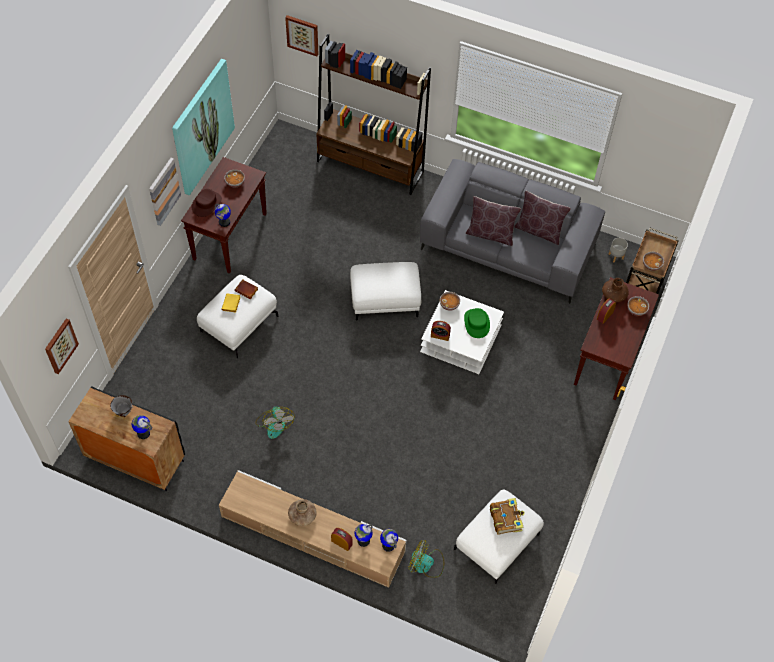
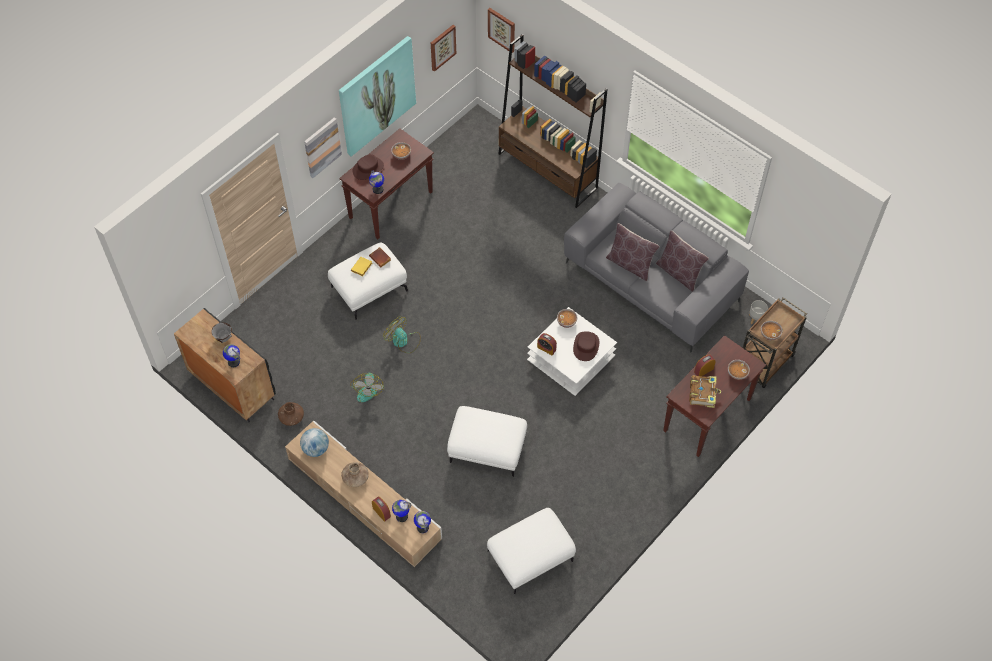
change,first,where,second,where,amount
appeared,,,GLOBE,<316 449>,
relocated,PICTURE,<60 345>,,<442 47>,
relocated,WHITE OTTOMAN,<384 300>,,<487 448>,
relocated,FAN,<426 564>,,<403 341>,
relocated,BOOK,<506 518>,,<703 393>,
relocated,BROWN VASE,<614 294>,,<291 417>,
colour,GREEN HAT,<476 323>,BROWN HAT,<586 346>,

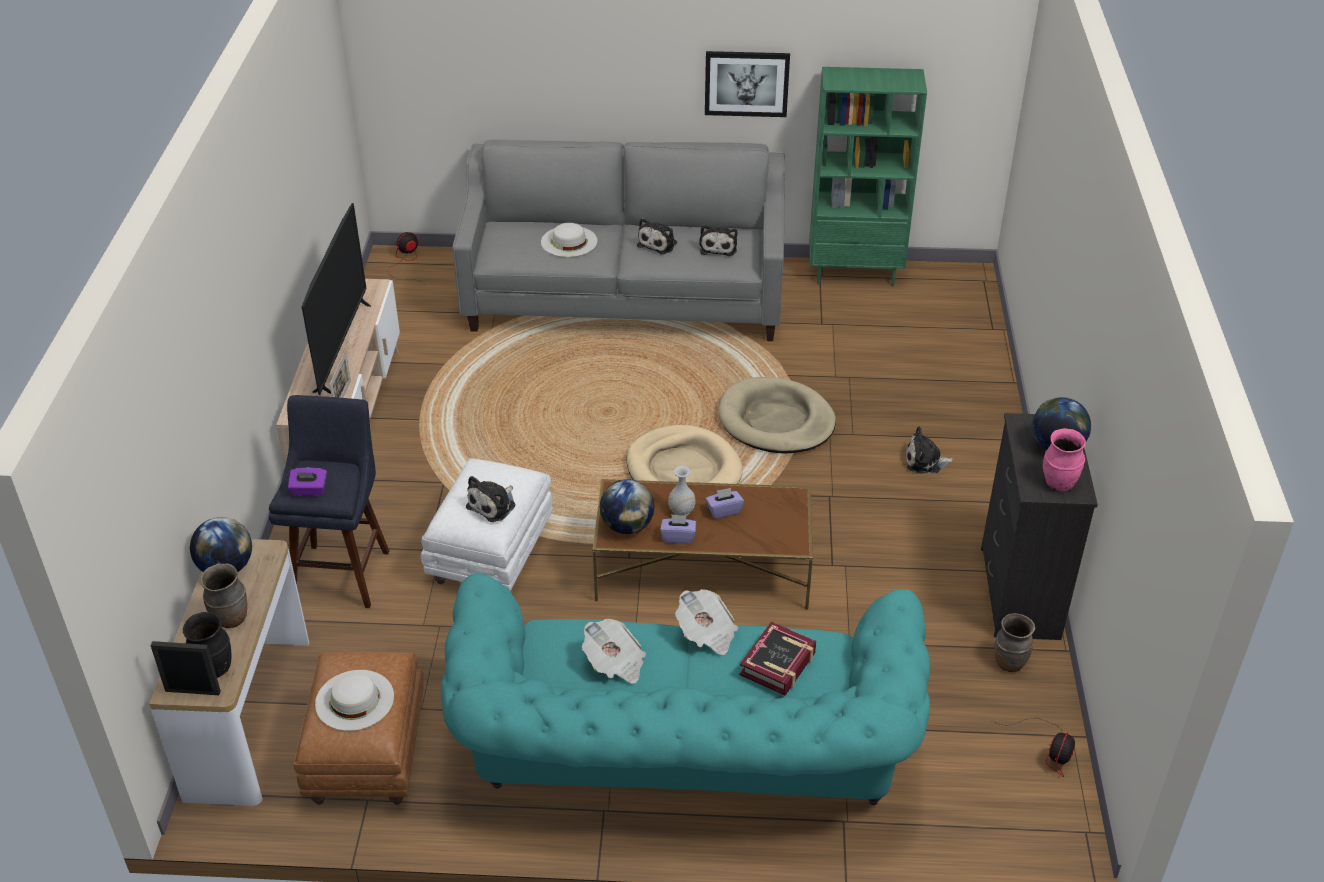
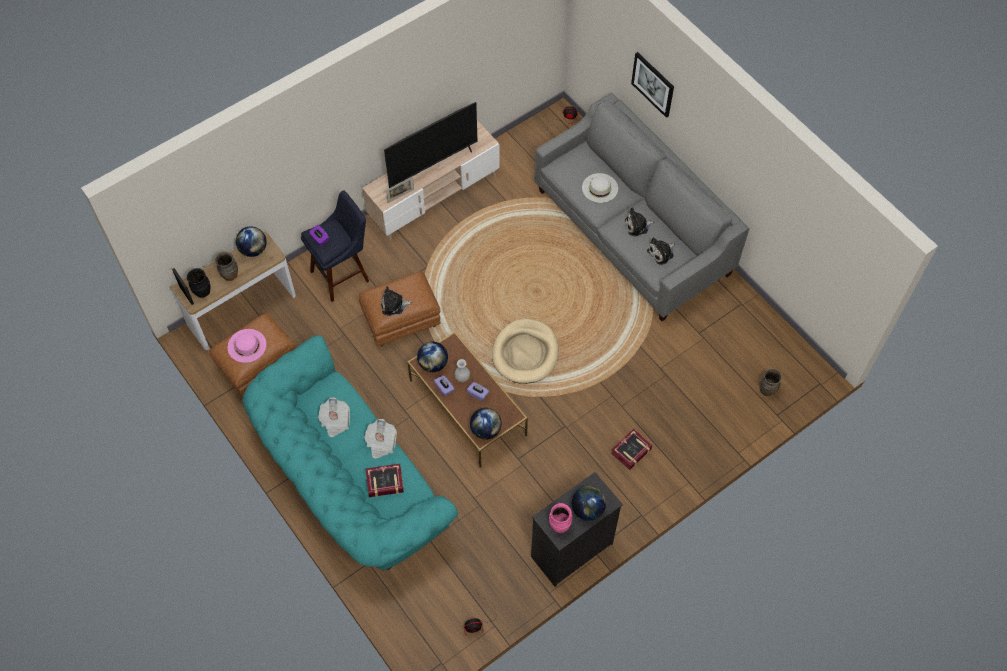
change,first,where,second,where,amount
missing,BEIGE DOG BED,<776 421>,,,
missing,GREEN BOOKCASE,<855 274>,,,
appeared,,,GLOBE,<485 430>,
relocated,PICTURE,<746 83>,,<653 84>,
relocated,BROWN VASE,<1009 662>,,<767 390>,
exchanged,PLUSH TOY,<925 461>,BOOK,<631 451>,
colour,WHITE HAT,<354 700>,PINK HAT,<247 345>,
colour,WHITE OTTOMAN,<491 554>,BROWN OTTOMAN,<401 319>,

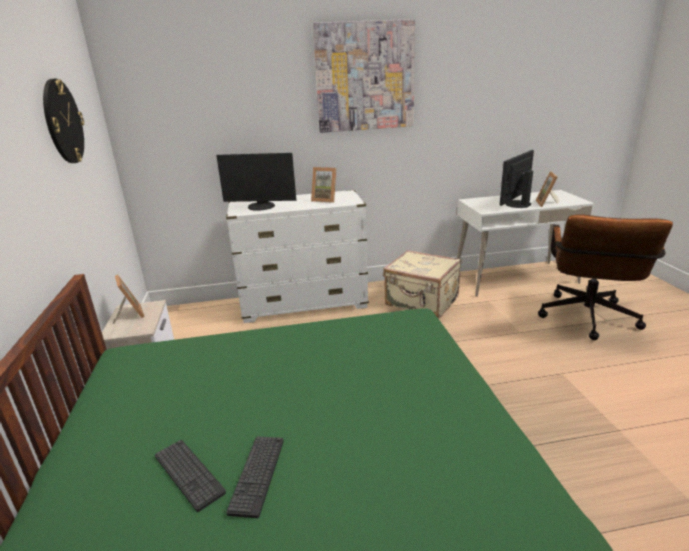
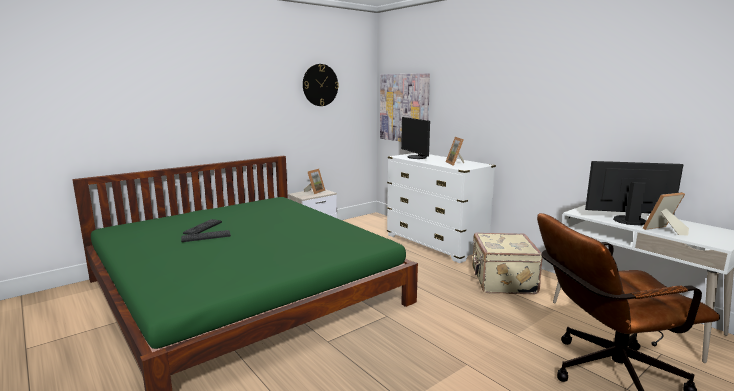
change,first,where,second,where,amount
relocated,PICTURE,<365 77>,,<404 108>,

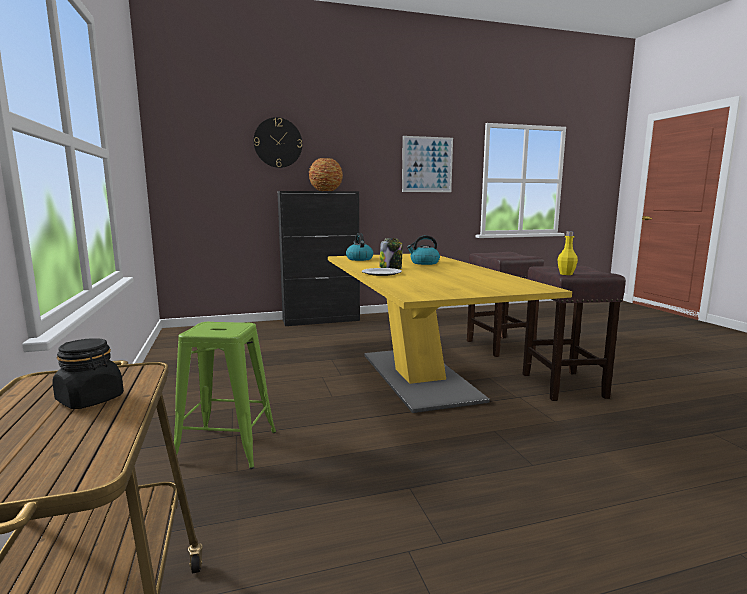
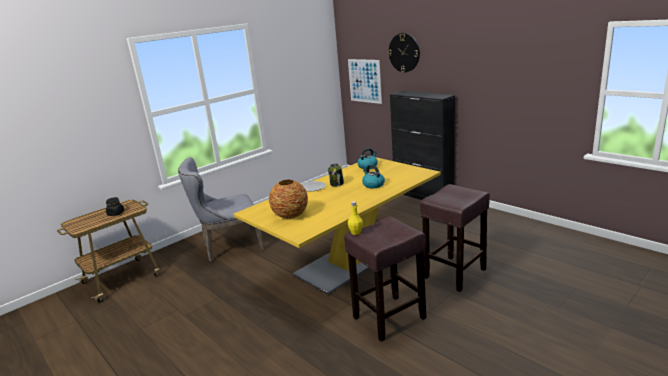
change,first,where,second,where,amount
relocated,VASE,<325 191>,,<290 215>,
relocated,PICTURE,<427 164>,,<365 81>,
exchanged,GREEN STOOL,<227 447>,GREY CHAIR,<229 247>,

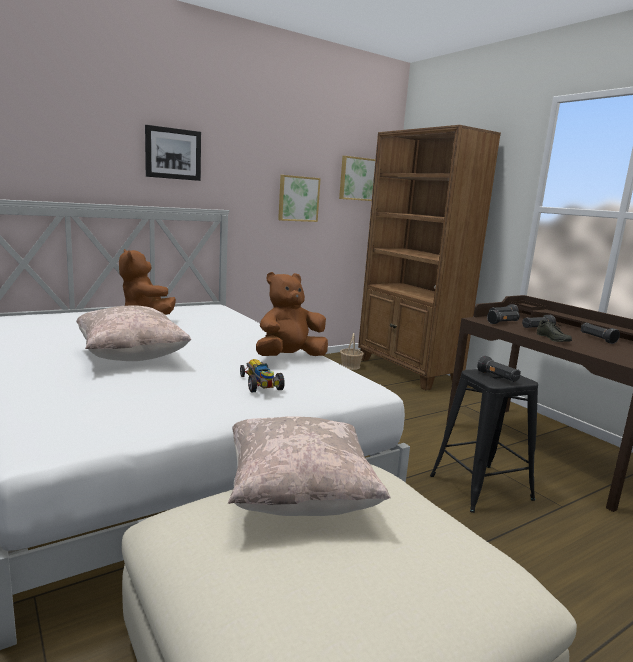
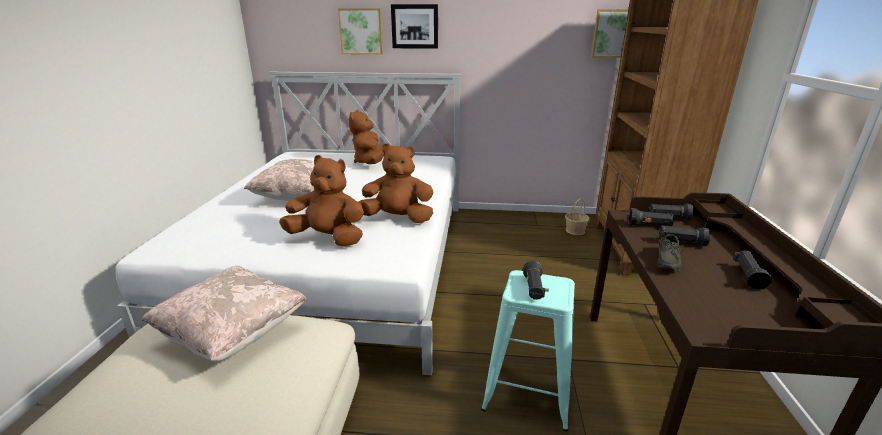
change,first,where,second,where,amount
relocated,PICTURE,<298 198>,,<361 31>,
exchanged,TOY CAR,<261 384>,BROWN PLUSH TOY,<328 238>,
colour,BLACK STOOL,<480 487>,TURQUOISE STOOL,<527 392>,

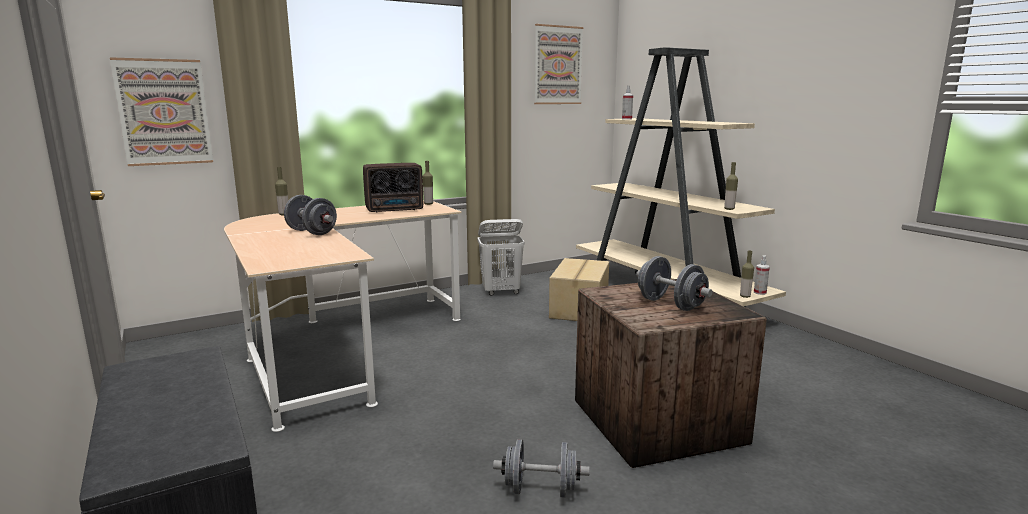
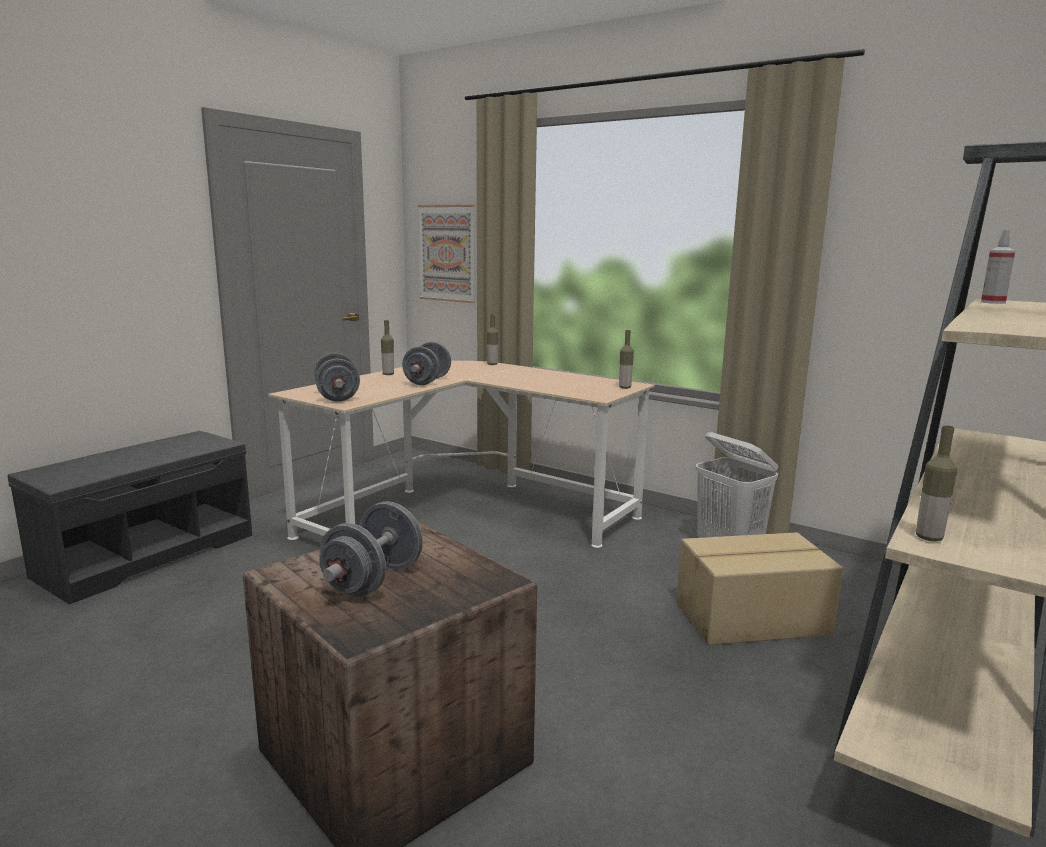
change,first,where,second,where,amount
missing,RADIO,<396 210>,,,
missing,PICTURE,<557 65>,,,
missing,SPRAY BOTTLE,<760 292>,,,
relocated,GREY DUMBBELL,<540 490>,,<337 397>,
relocated,BOTTLE,<745 296>,,<388 374>,

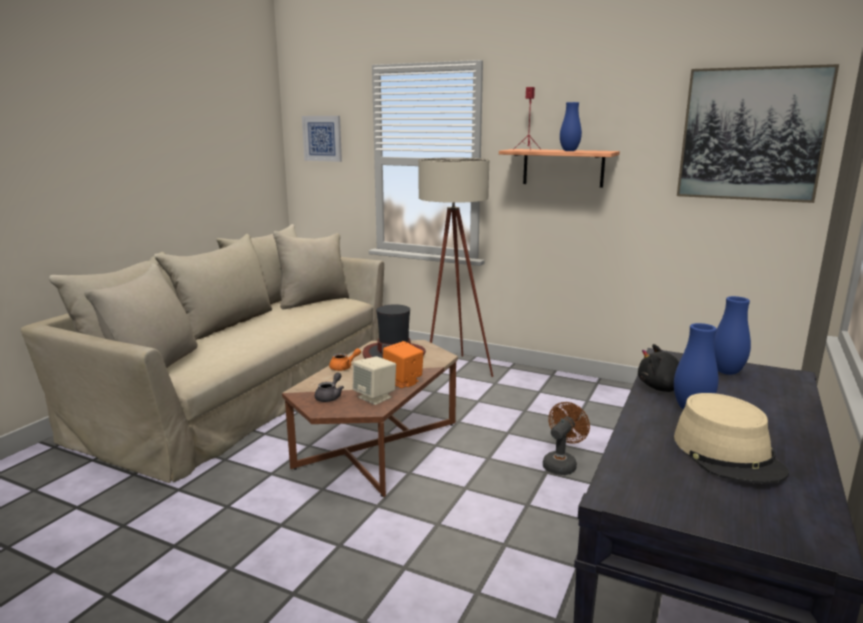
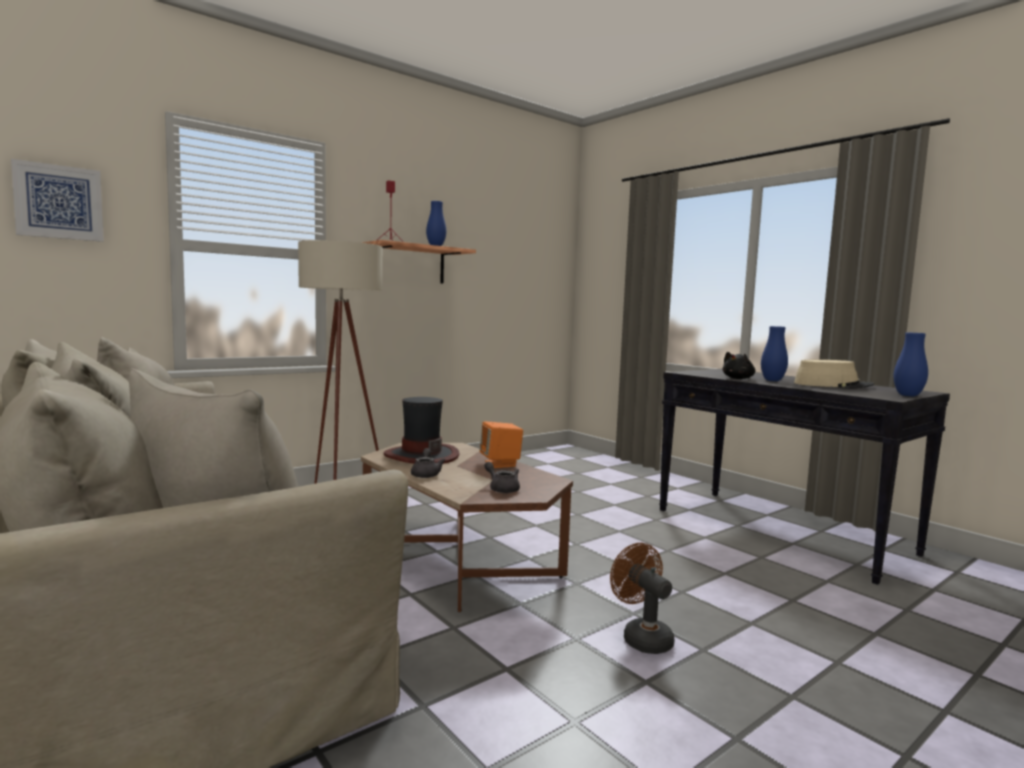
change,first,where,second,where,amount
missing,BEIGE SPEAKER,<375 397>,,,
missing,PICTURE,<751 134>,,,
relocated,BROWN FAN,<561 464>,,<642 637>,
relocated,BLUE VASE,<726 372>,,<908 395>,
colour,ORANGE TEAPOT,<344 367>,GREY TEAPOT,<426 474>,

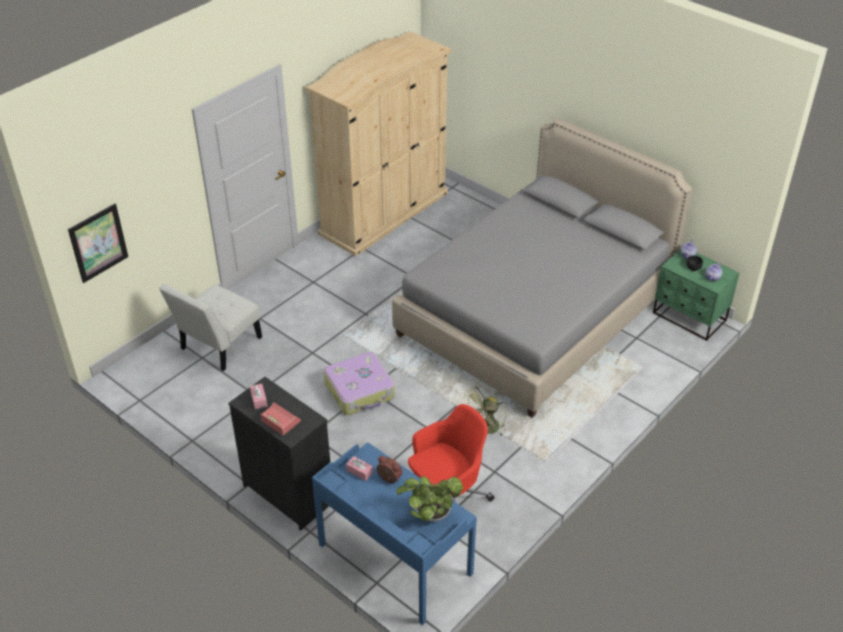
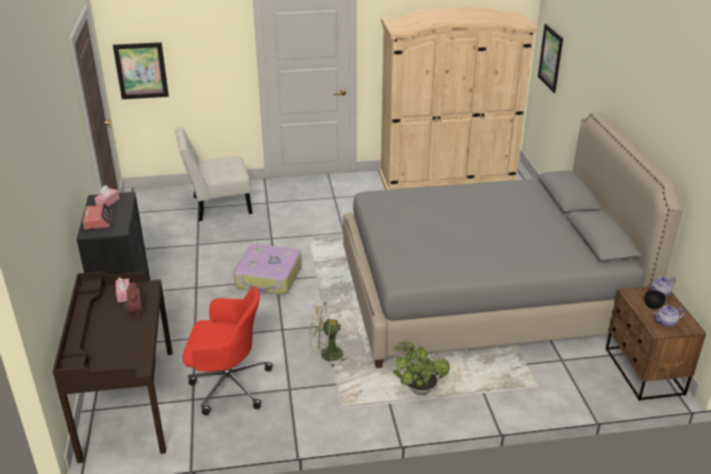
change,first,where,second,where,amount
appeared,,,PICTURE,<550 58>,
relocated,POTTED PLANT,<430 515>,,<418 388>,
colour,BLUE DESK,<394 560>,BROWN DESK,<127 402>,
colour,GREEN NIGHTSTAND,<689 317>,BROWN NIGHTSTAND,<643 372>,

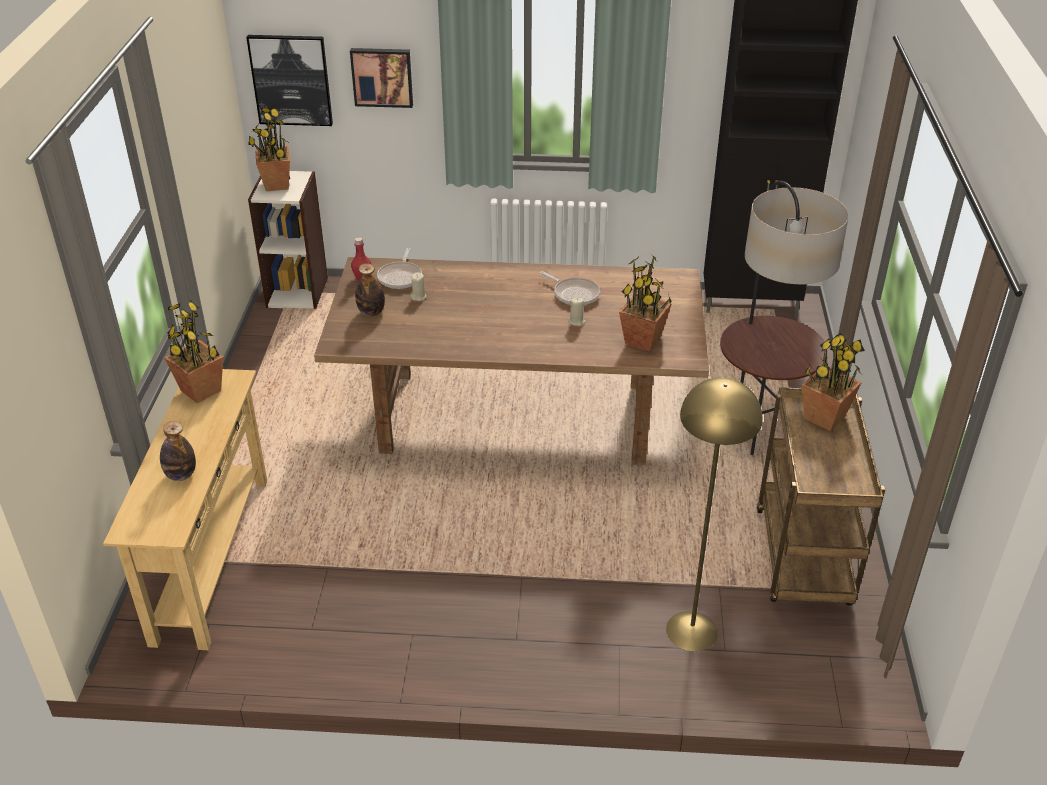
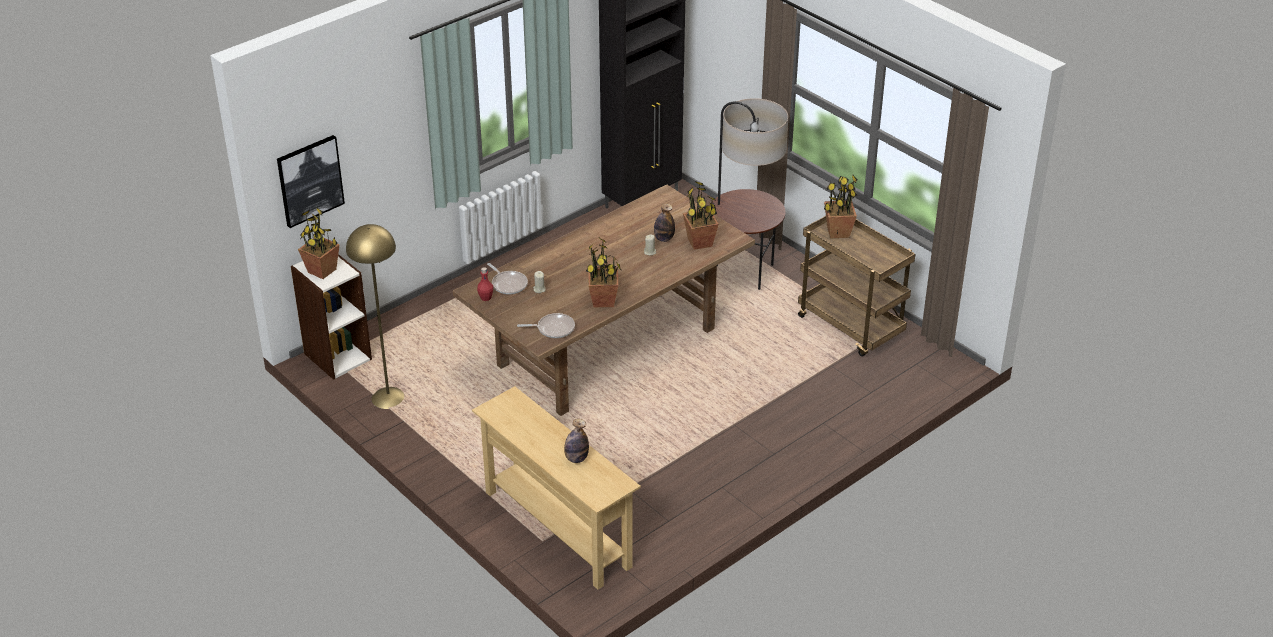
change,first,where,second,where,amount
missing,PICTURE,<382 76>,,,
relocated,POTTED PLANT,<201 391>,,<604 301>,
relocated,BOTTLE,<371 312>,,<664 239>,
relocated,FRYING PAN,<574 294>,,<553 328>,
relocated,YELLOW FLOOR LAMP,<691 631>,,<388 398>,

